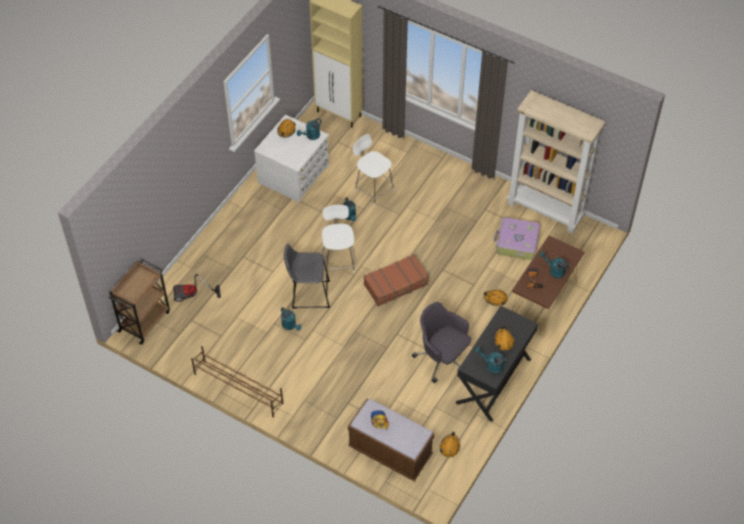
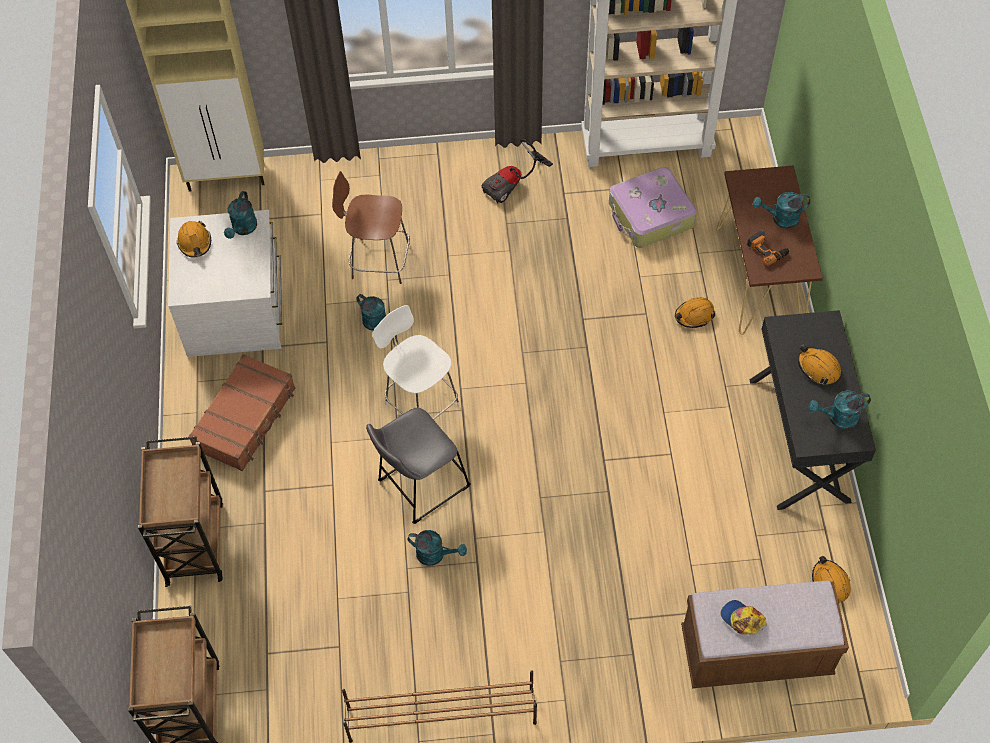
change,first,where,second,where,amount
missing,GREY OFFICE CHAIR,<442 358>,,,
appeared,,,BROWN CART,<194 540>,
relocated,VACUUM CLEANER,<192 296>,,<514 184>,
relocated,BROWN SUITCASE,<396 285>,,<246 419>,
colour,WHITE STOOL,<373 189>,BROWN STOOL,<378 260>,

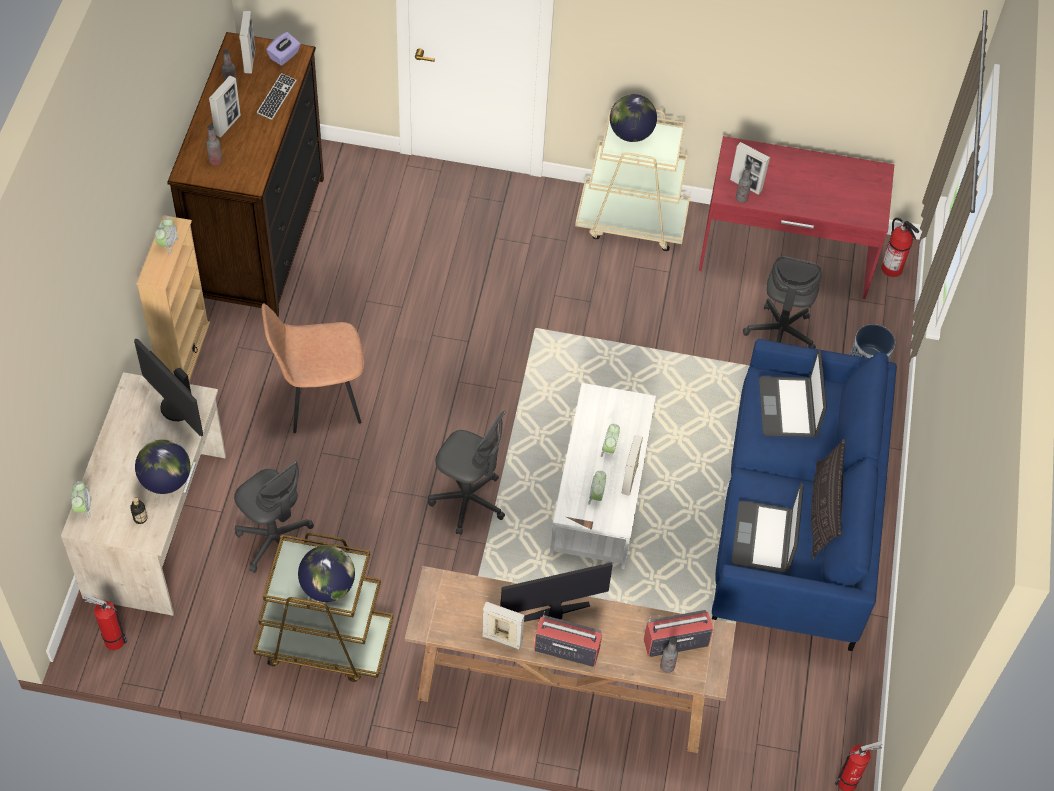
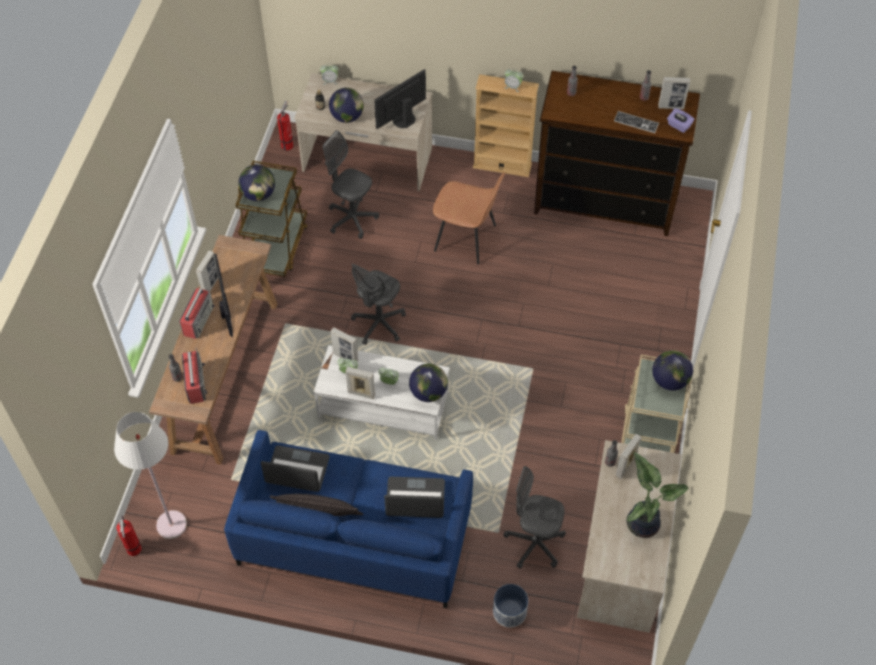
change,first,where,second,where,amount
missing,FIRE EXTINGUISHER,<892 269>,,,
appeared,,,WHITE FLOOR LAMP,<171 525>,
appeared,,,GLOBE,<428 392>,
appeared,,,POTTED PLANT,<643 522>,
relocated,PICTURE FRAME,<227 125>,,<345 357>,
colour,RED DESK,<785 255>,BEIGE DESK,<621 557>,
spun,GREY OFFICE CHAIR,<275 541>,,<352 219>,75 degrees clockwise
spun,BROWN CHAIR,<319 397>,,<467 239>,120 degrees clockwise

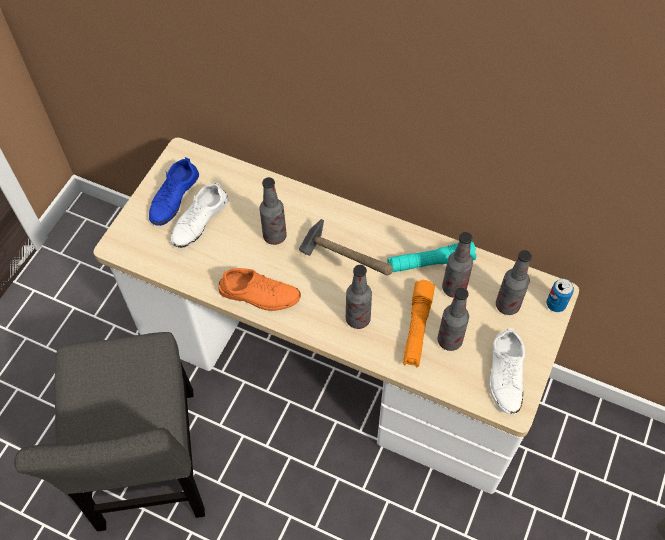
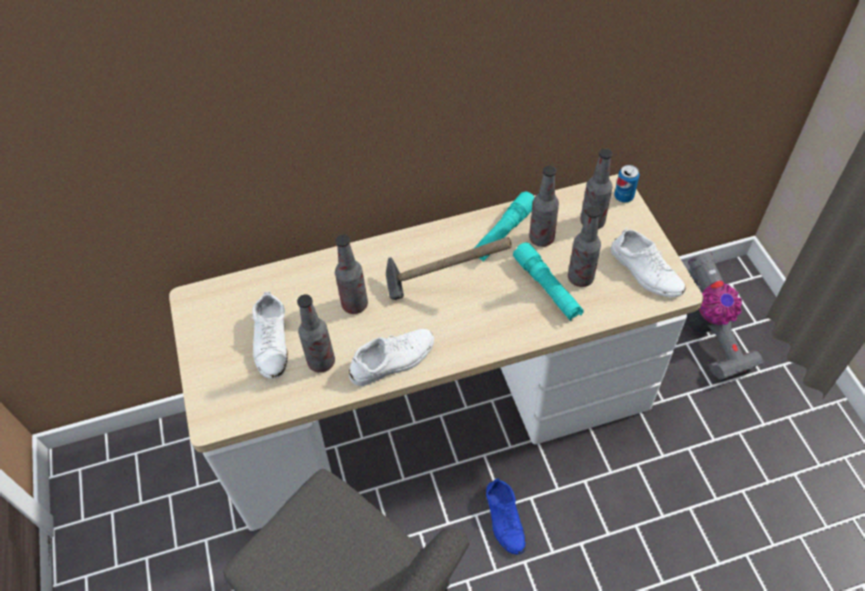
change,first,where,second,where,amount
appeared,,,VACUUM CLEANER,<704 330>,
relocated,BLUE SHOE,<174 197>,,<504 519>,
relocated,BOTTLE,<358 319>,,<321 362>,
colour,ORANGE SHOE,<259 294>,WHITE SHOE,<393 360>,
colour,ORANGE FLASHLIGHT,<417 328>,TURQUOISE FLASHLIGHT,<547 287>,

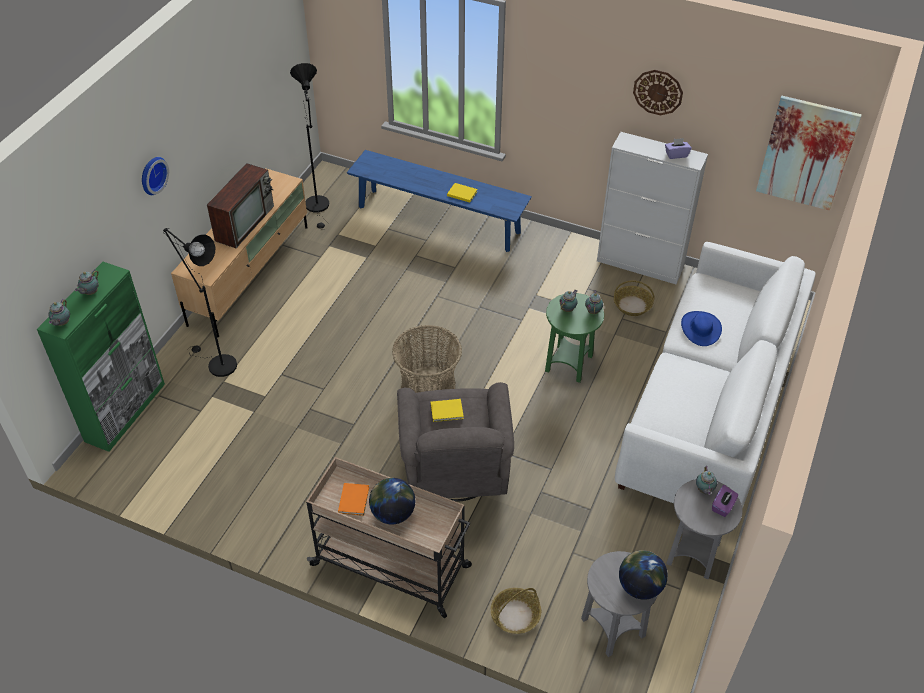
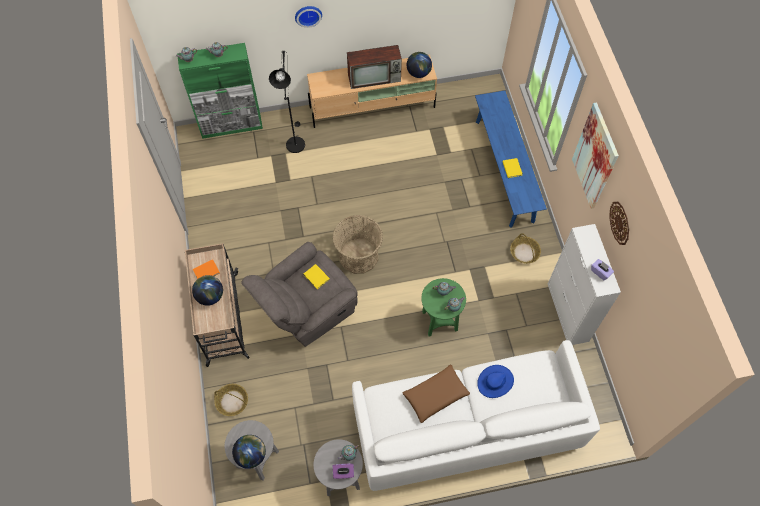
change,first,where,second,where,amount
missing,BLACK FLOOR LAMP,<318 207>,,,
appeared,,,BROWN PILLOW,<435 395>,
appeared,,,GLOBE,<418 73>,
relocated,BASKET,<632 305>,,<524 252>,
relocated,PICTURE,<806 153>,,<595 157>,

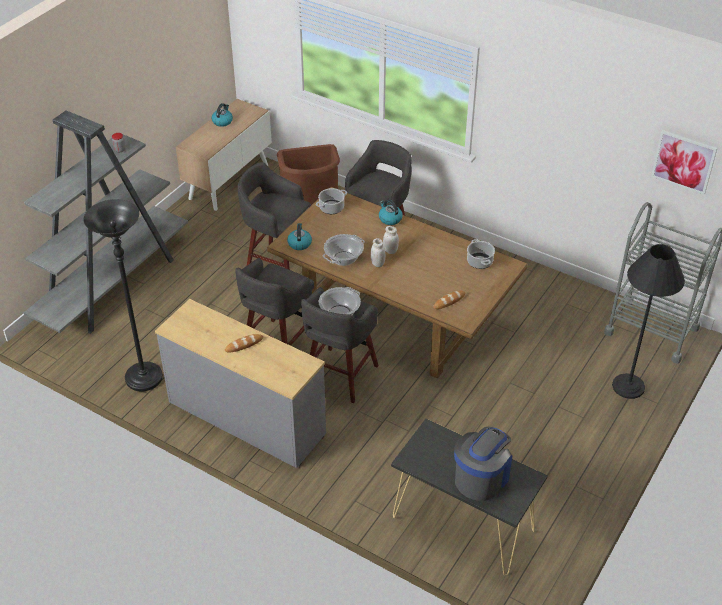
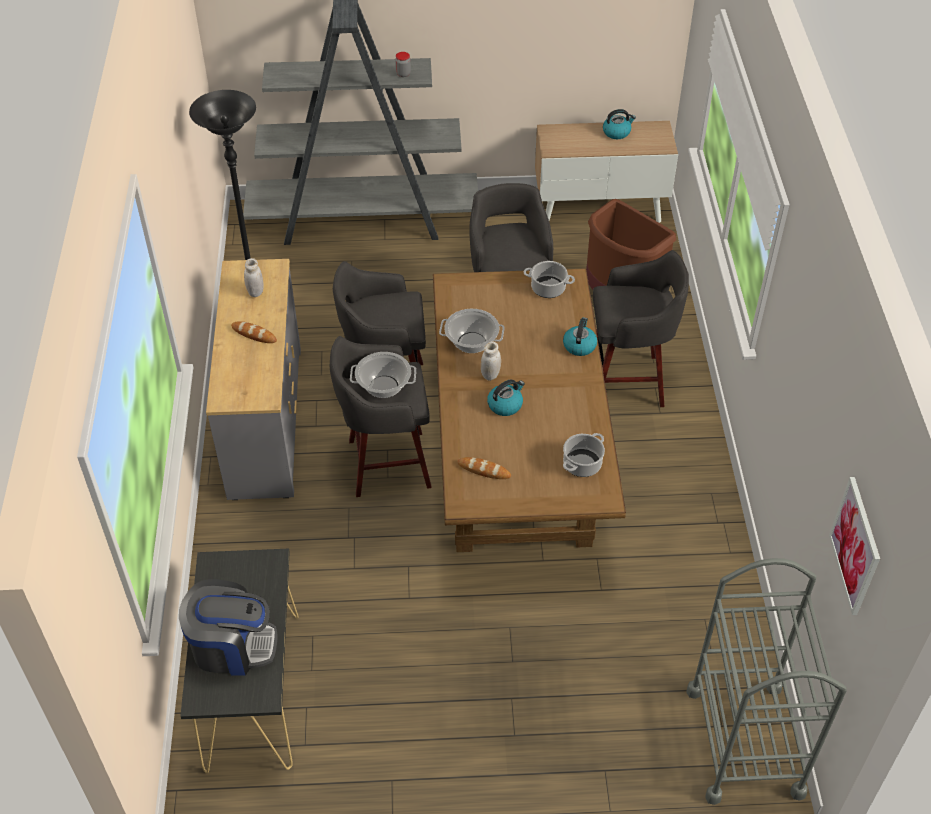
change,first,where,second,where,amount
missing,BLACK FLOOR LAMP,<628 386>,,,
relocated,KETTLE,<299 243>,,<505 405>,
relocated,WHITE JAR,<390 251>,,<255 292>,

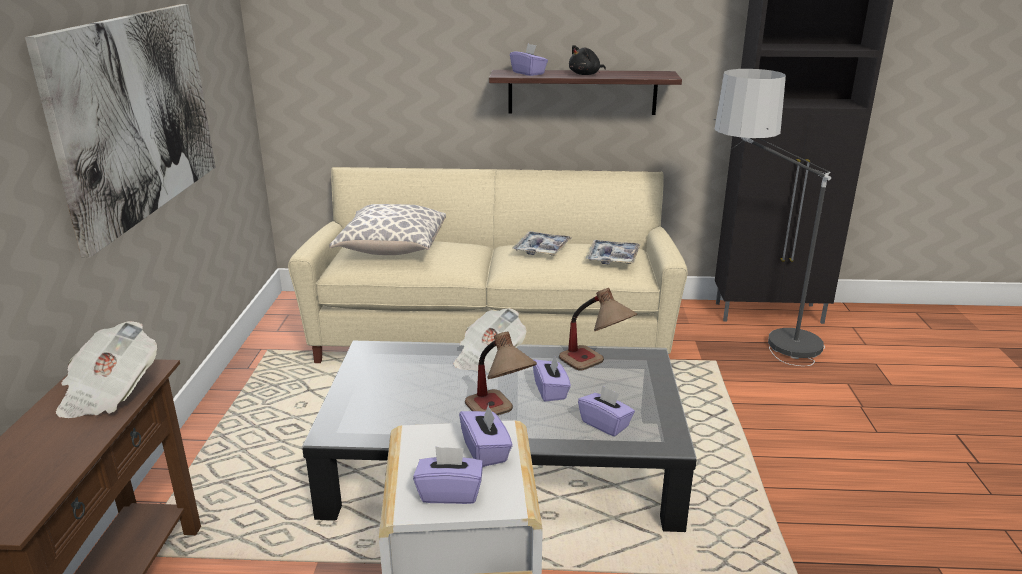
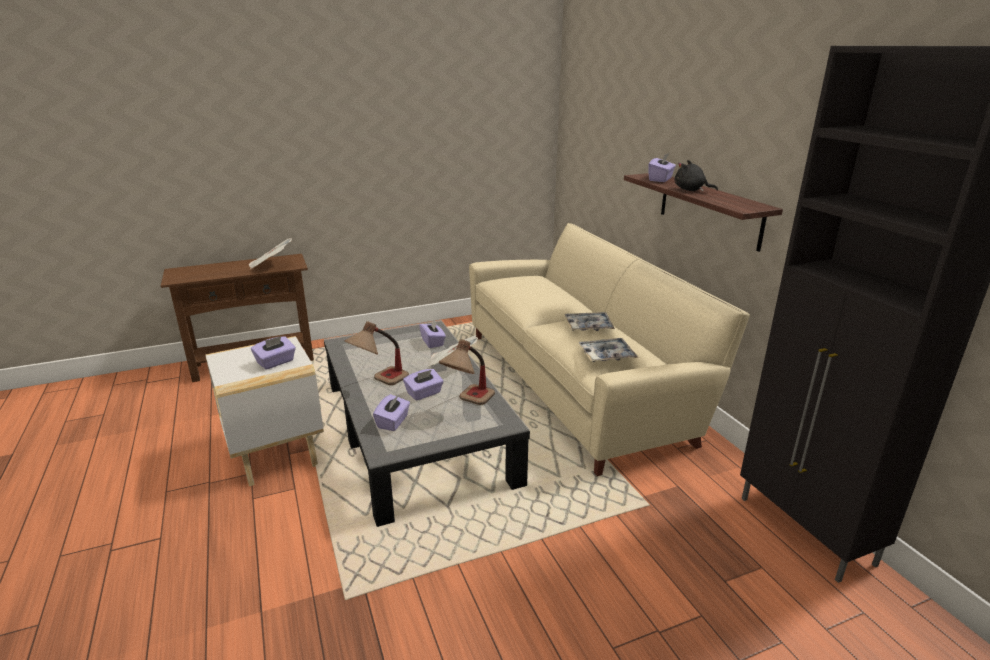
change,first,where,second,where,amount
missing,PICTURE,<136 116>,,,
missing,PILLOW,<391 248>,,,
missing,FLOOR LAMP,<758 354>,,,
relocated,PURPLE TISSUE BOX,<450 492>,,<433 342>,

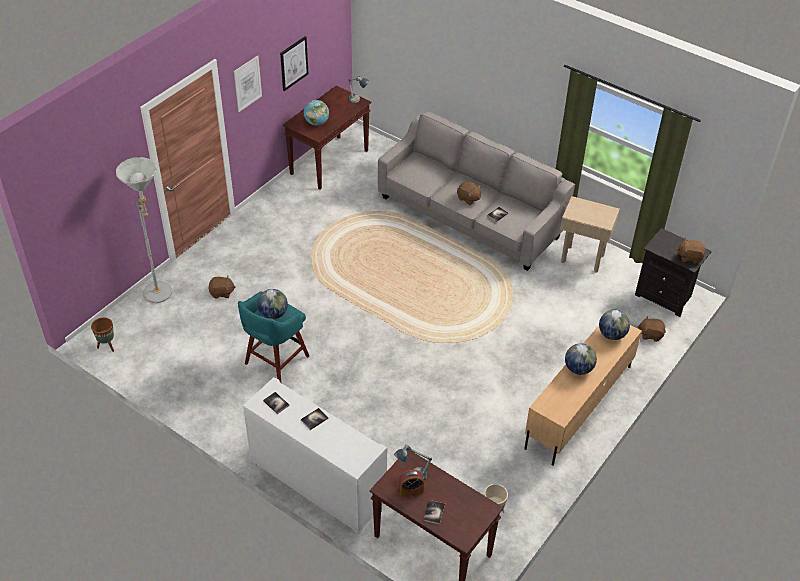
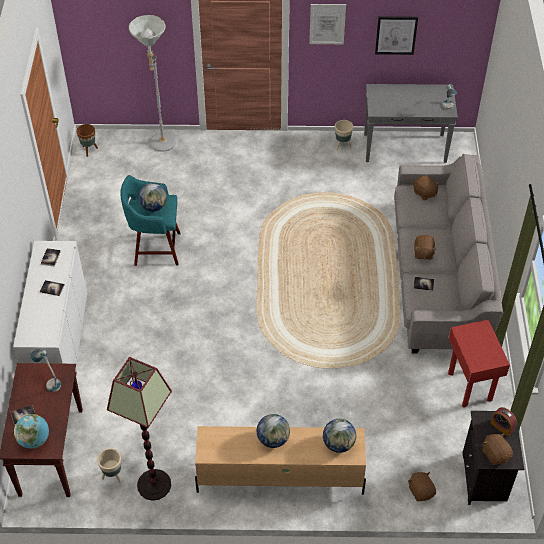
change,first,where,second,where,amount
appeared,,,FLOOR LAMP,<153 485>,
appeared,,,BEIGE PLANTER,<342 146>,
relocated,BROWN PLUSH TOY,<222 293>,,<424 193>,
relocated,GLOBE,<316 123>,,<34 440>,
relocated,ALARM CLOCK,<411 489>,,<502 427>,
colour,BROWN CONSOLE TABLE,<329 162>,GREY CONSOLE TABLE,<405 148>,
colour,BEIGE SIDE TABLE,<582 259>,RED SIDE TABLE,<469 386>,

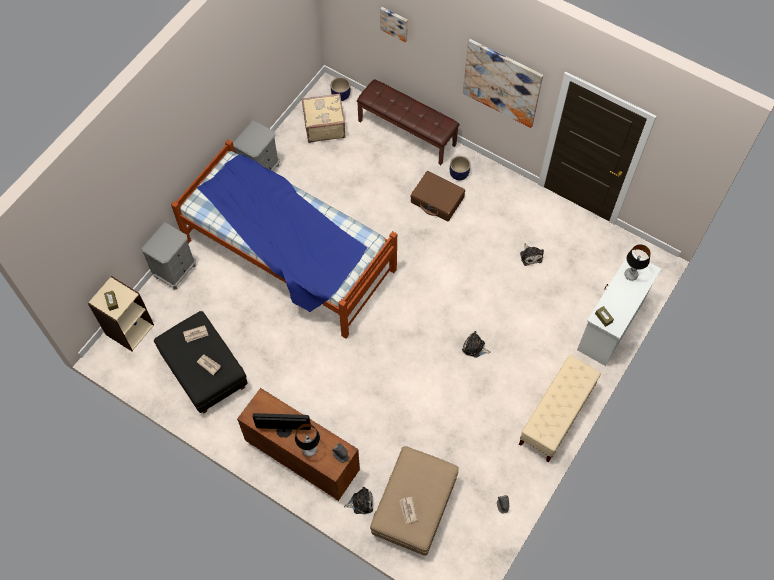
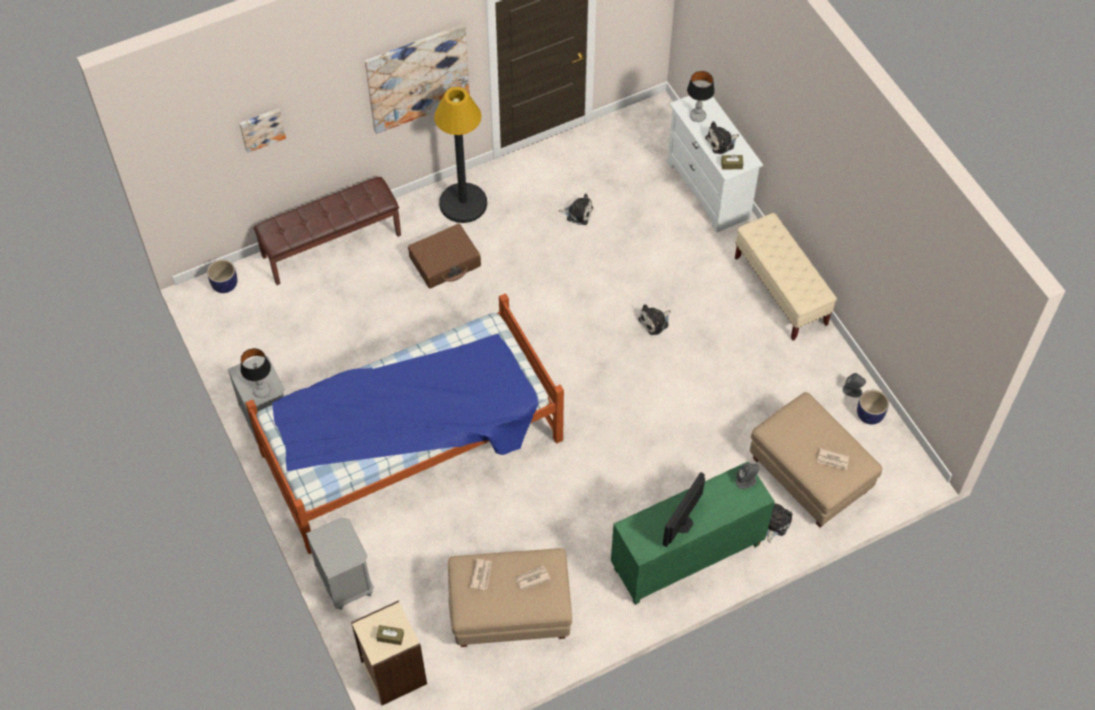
change,first,where,second,where,amount
missing,BEIGE SUITCASE,<324 126>,,,
appeared,,,BLACK FLOOR LAMP,<463 203>,
appeared,,,PLUSH TOY,<721 142>,
relocated,TABLE LAMP,<309 449>,,<261 390>,
relocated,PLANTER,<459 174>,,<870 415>,
colour,BLACK OTTOMAN,<204 372>,BEIGE OTTOMAN,<509 612>,
colour,BROWN CABINET,<302 459>,GREEN CABINET,<686 558>,

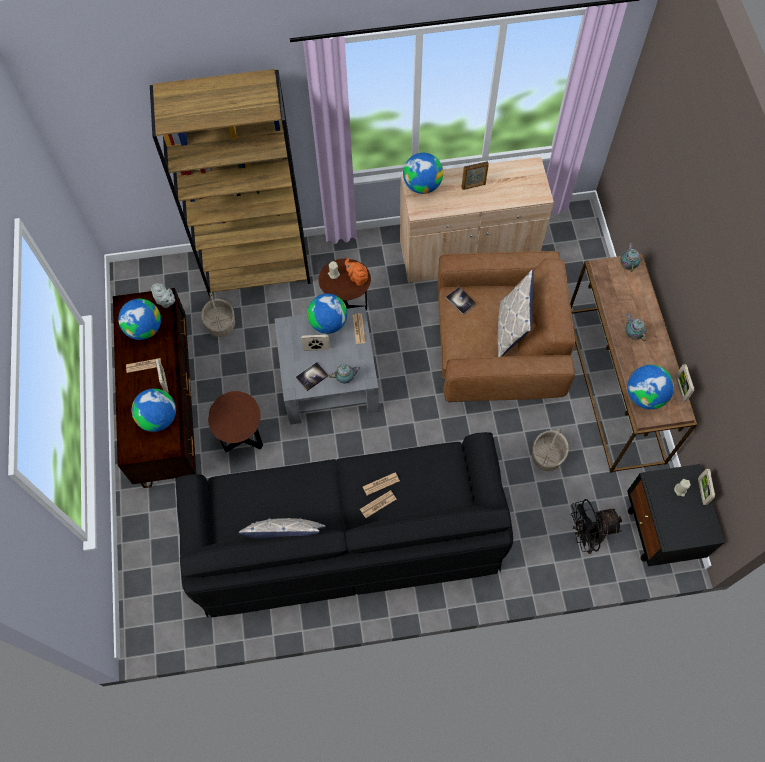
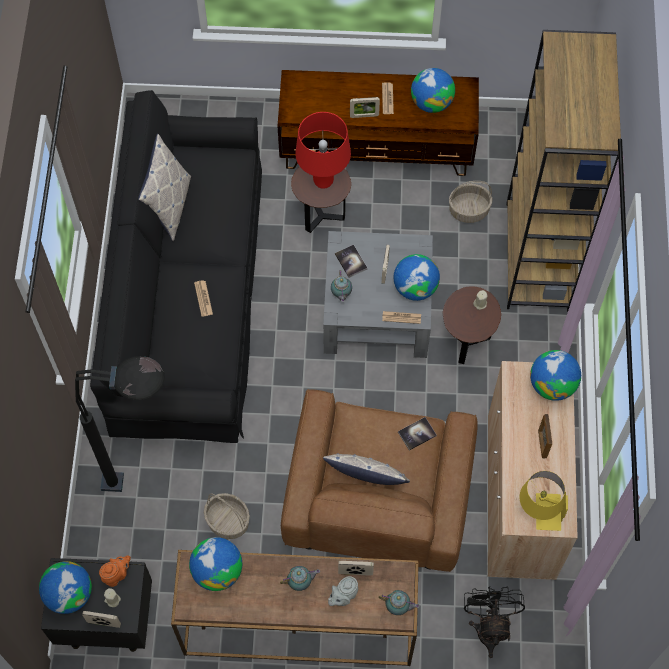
change,first,where,second,where,amount
missing,NEWSPAPER,<378 504>,,,
appeared,,,BLACK FLOOR LAMP,<154 485>,
appeared,,,RED TABLE LAMP,<324 181>,
appeared,,,YELLOW TABLE LAMP,<539 511>,
relocated,GLOBE,<159 418>,,<69 594>,
relocated,GREY TEAPOT,<166 302>,,<343 596>,
relocated,ORANGE TEAPOT,<357 278>,,<117 575>,
relocated,BLACK FAN,<587 536>,,<489 626>,
relocated,PICTURE FRAME,<680 389>,,<355 573>,

